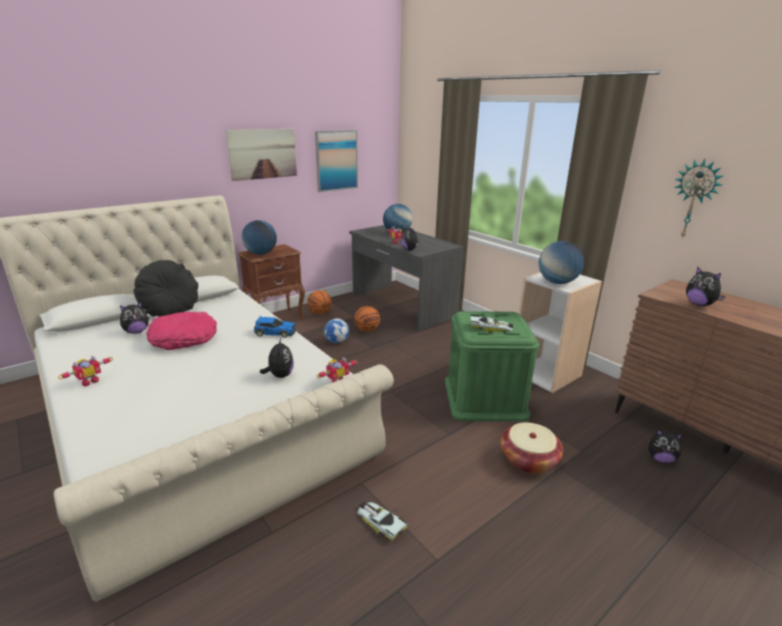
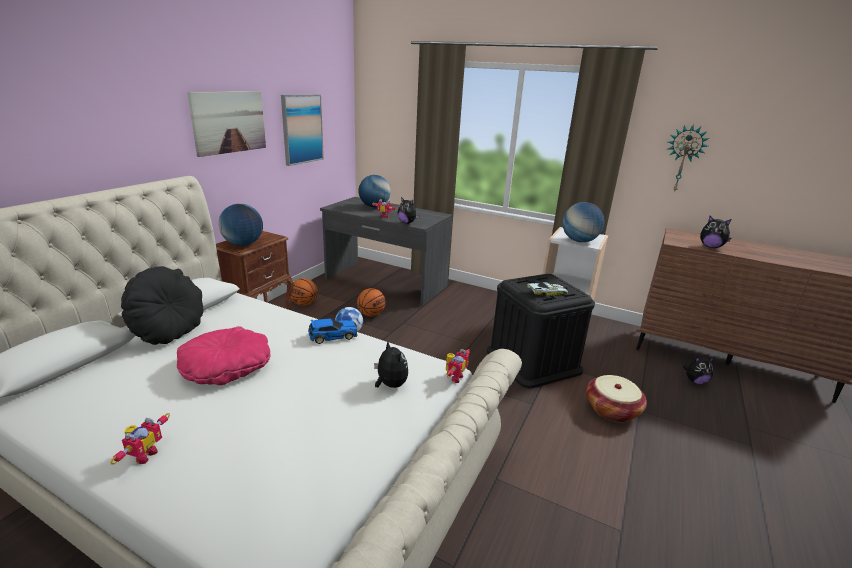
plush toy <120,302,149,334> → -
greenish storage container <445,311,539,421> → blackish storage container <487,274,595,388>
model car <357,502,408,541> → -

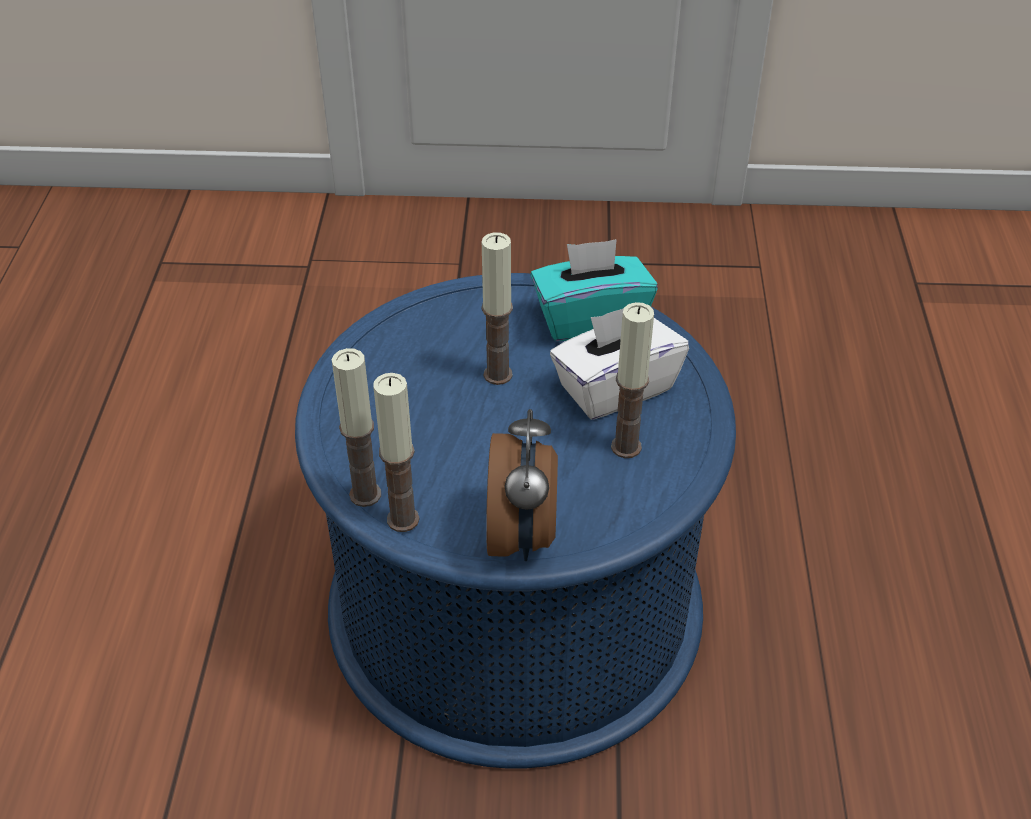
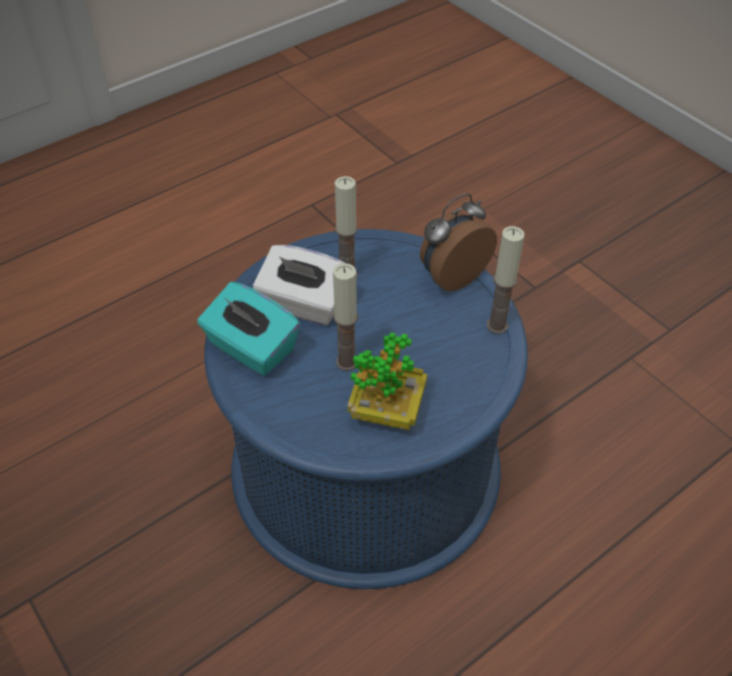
wax light <332,348,381,507> → -
- → houseplant <347,333,427,430>

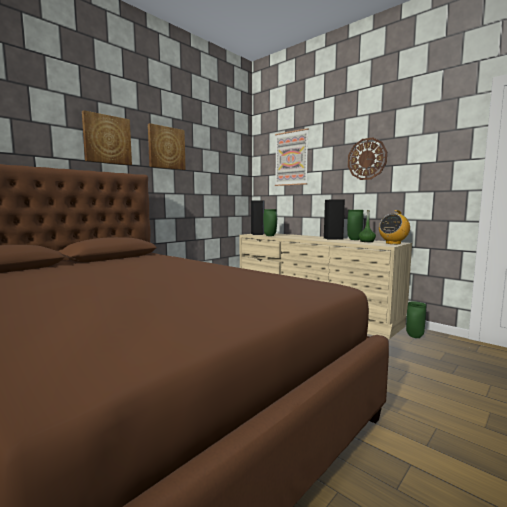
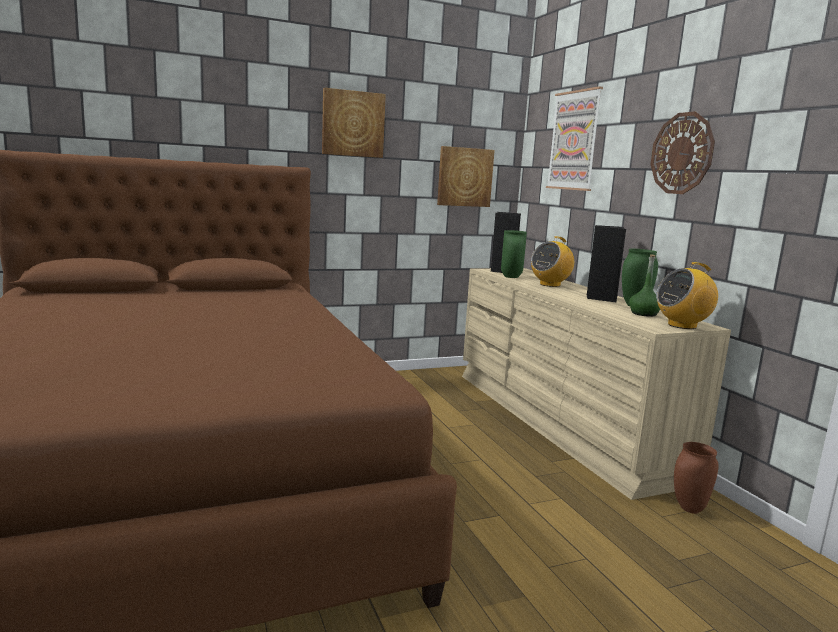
wall picture <82,110,132,165> → wall picture <437,146,495,207>, move
greenish vase <406,302,426,338> → brown vase <674,442,719,514>
- → radio <531,236,574,287>

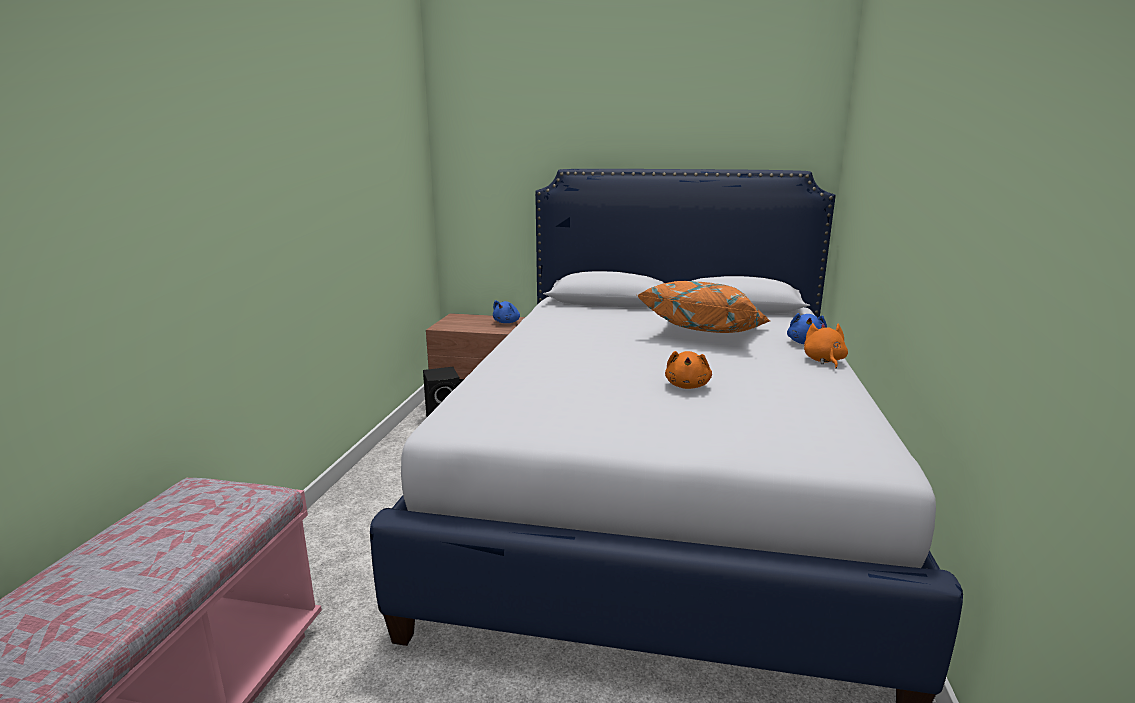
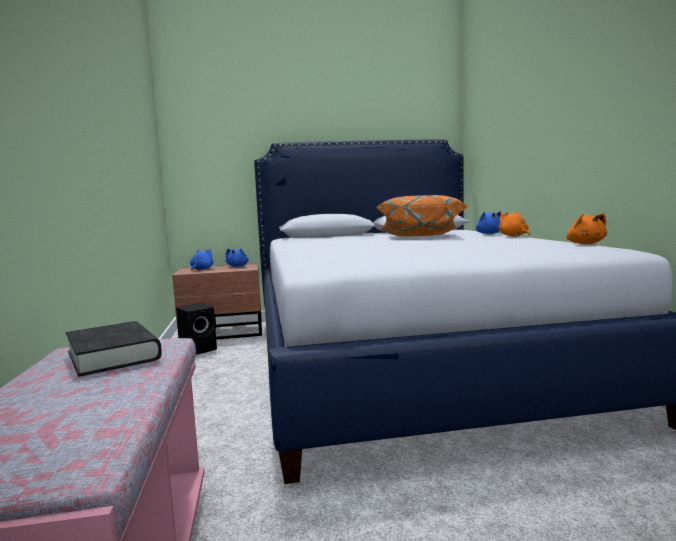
orange plush toy <665,351,712,389> → orange plush toy <567,213,607,244>, move
- → blue-coloured plush toy <190,249,214,271>
- → blackish book <66,321,162,377>

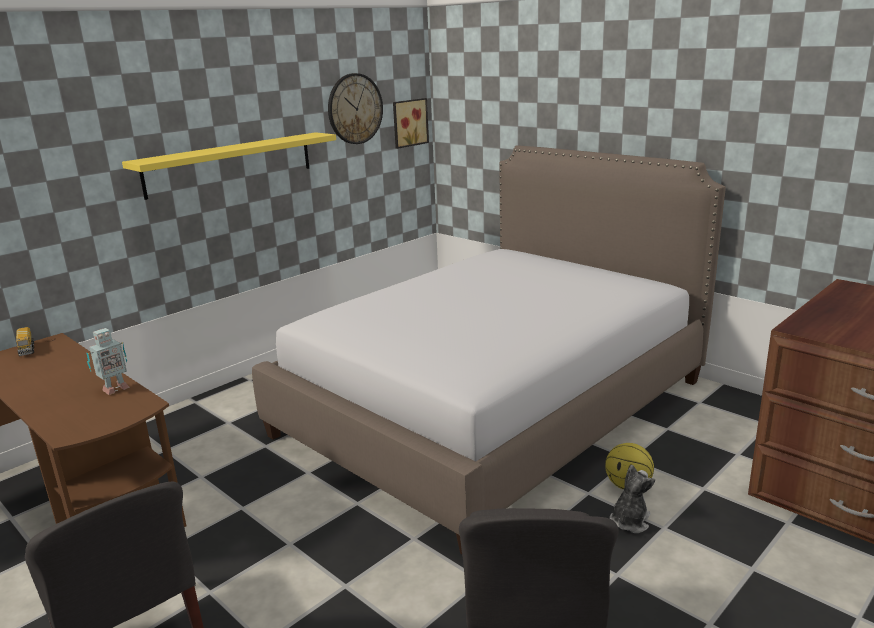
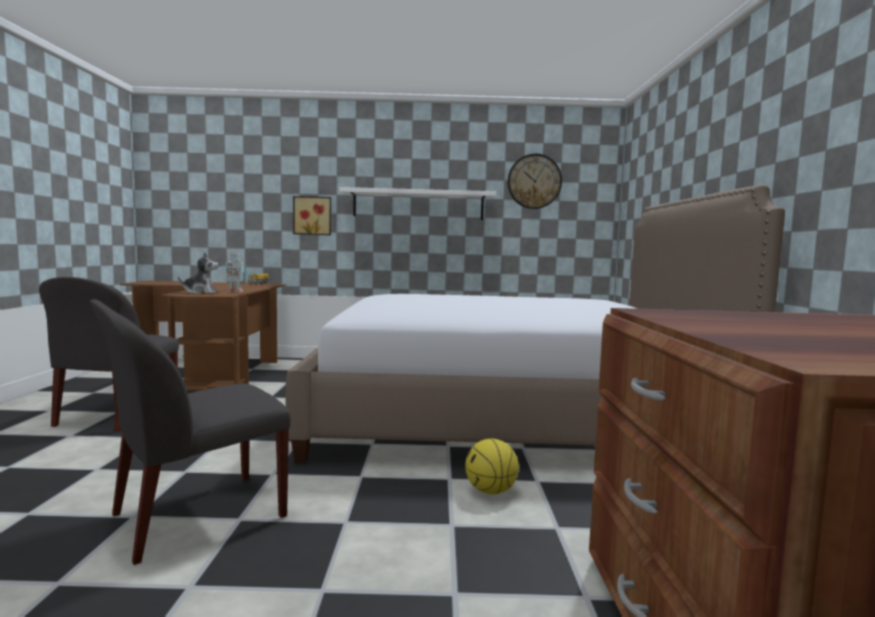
wall picture <393,98,429,149> → wall picture <293,196,331,235>, move
yellow-coloured bracket shelf <122,132,336,200> → white bracket shelf <339,187,496,220>
plush toy <609,465,655,533> → plush toy <178,253,219,294>, move

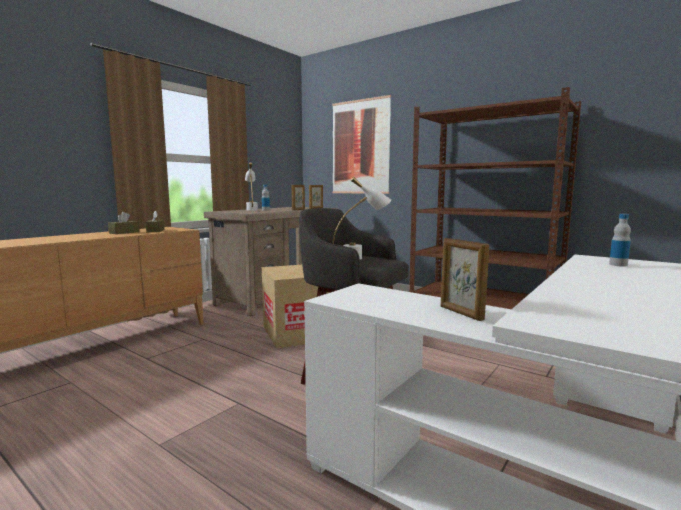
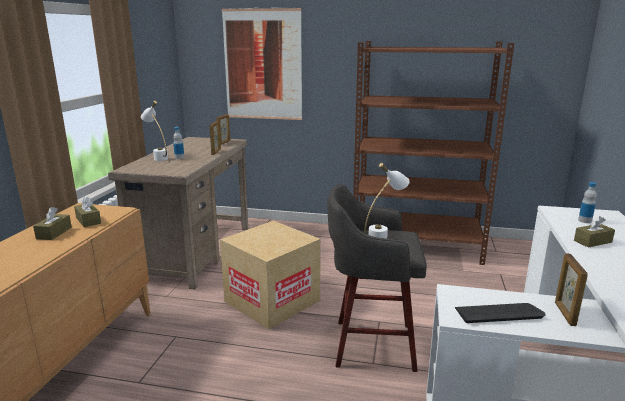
standing frame <441,238,489,321> → standing frame <555,254,588,326>, 60 degrees clockwise
- → brown tissue box <574,216,615,248>
- → computer keyboard <455,303,546,323>

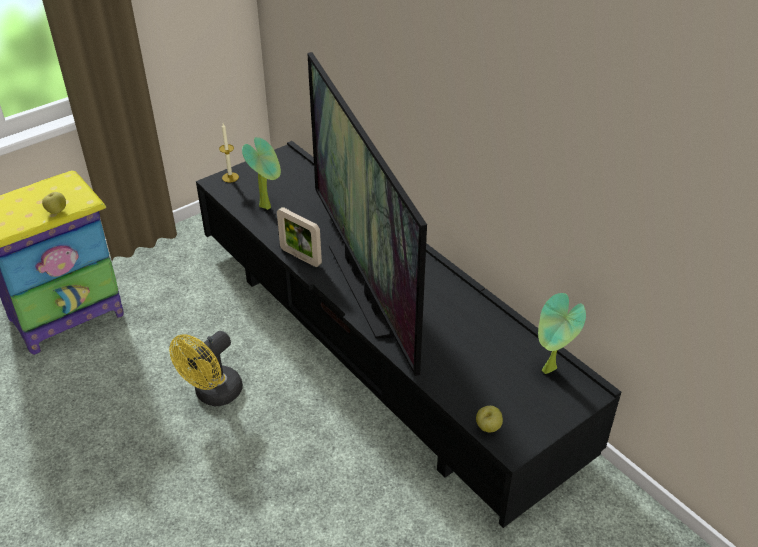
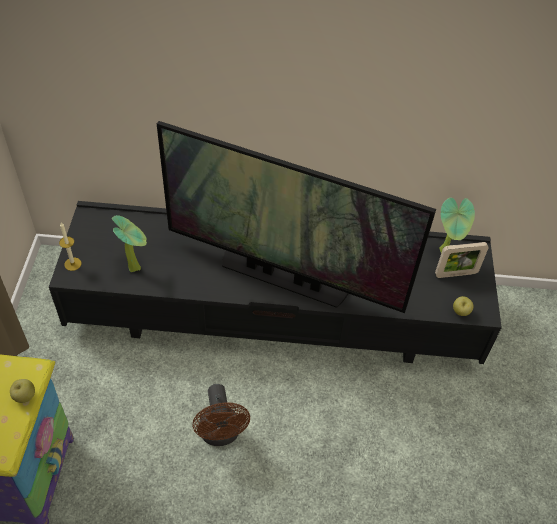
standing frame <277,207,322,267> → standing frame <435,242,489,278>, move
yellow-coloured cooling fan <169,331,243,406> → brown cooling fan <193,384,250,446>

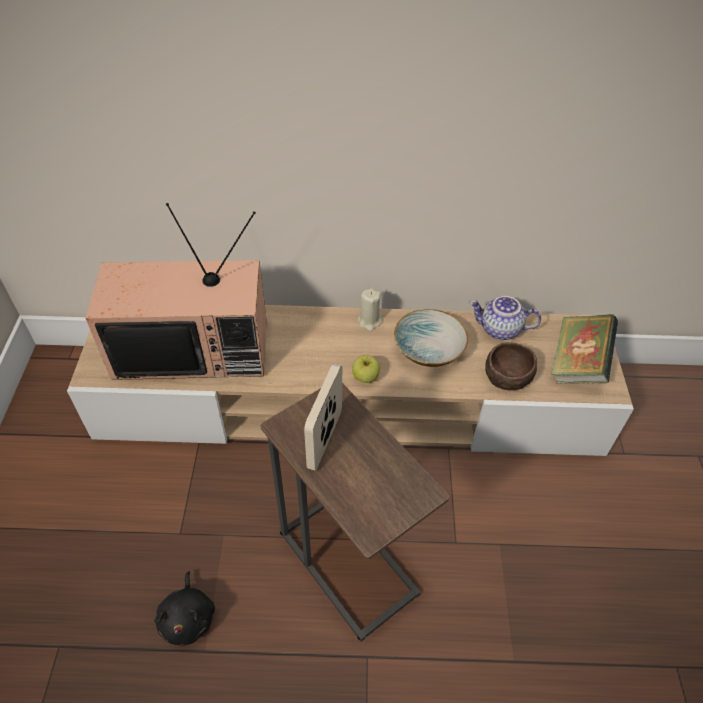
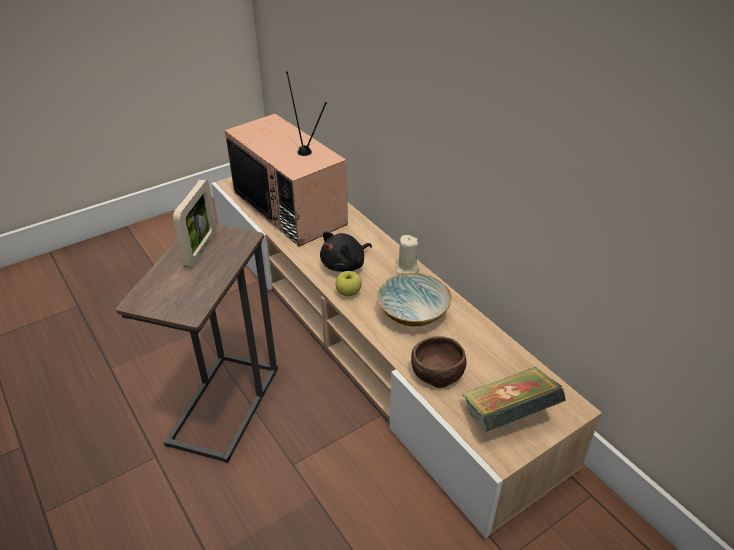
pot for tea <469,296,541,340> → -
standing frame <304,363,342,471> → standing frame <173,180,217,268>, 120 degrees clockwise
blackish plush toy <154,571,215,646> → blackish plush toy <320,231,372,272>, move

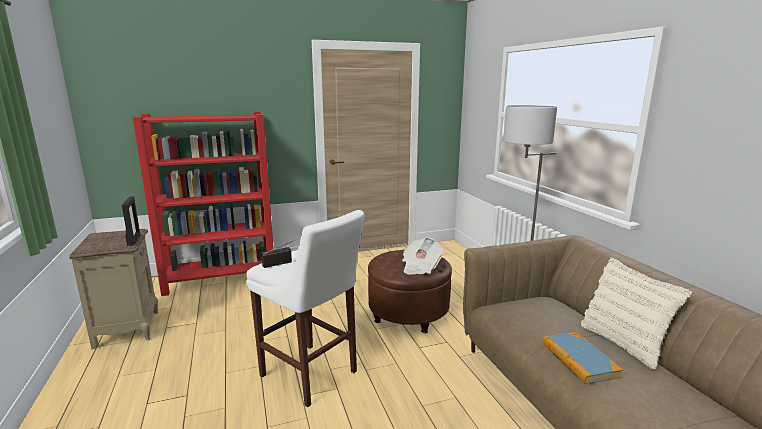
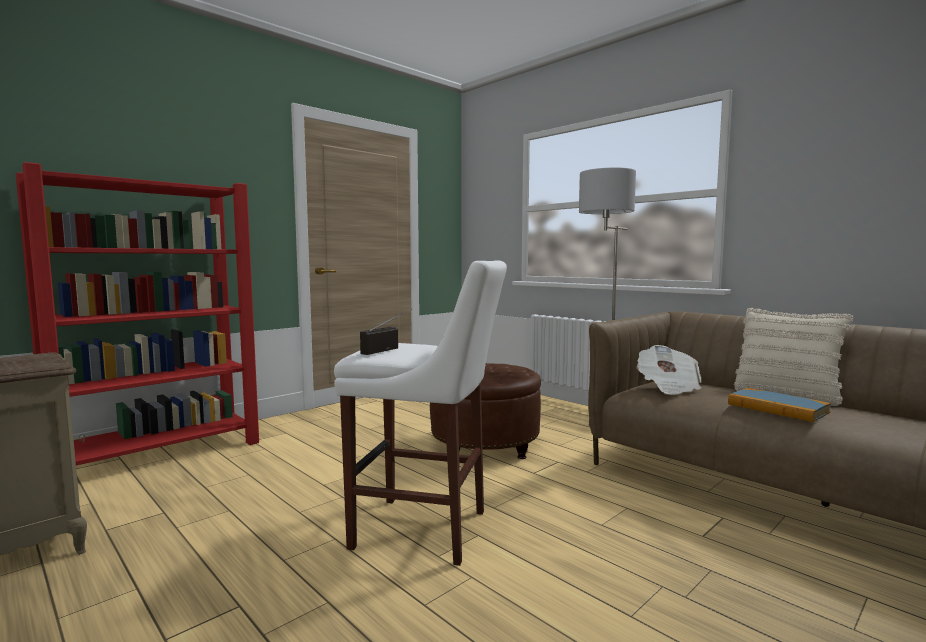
standing frame <122,196,140,246> → -
daily paper <402,237,444,275> → daily paper <636,345,702,395>, move

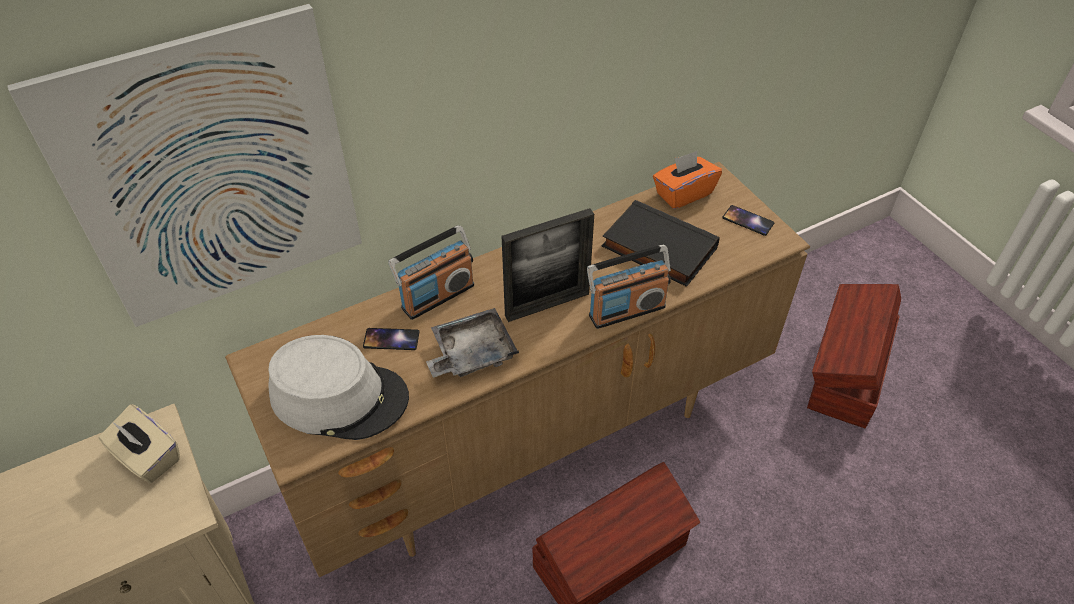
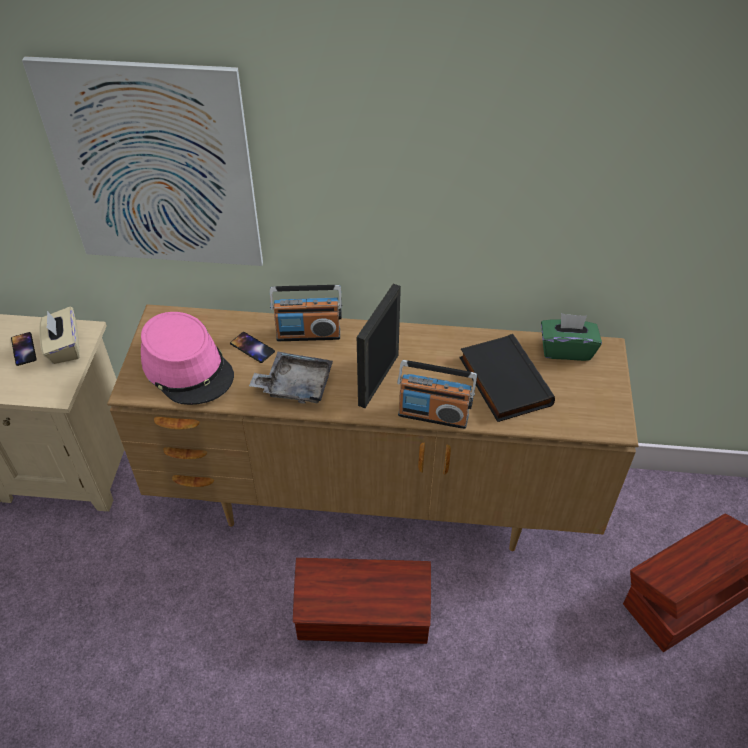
orange tissue box <653,151,722,209> → greenish tissue box <541,313,602,361>
phone <723,205,774,236> → phone <11,332,37,366>, move
standing frame <502,208,594,322> → standing frame <357,284,401,408>, 105 degrees clockwise
grey clothing hat <268,335,409,440> → pink-coloured clothing hat <141,312,234,405>

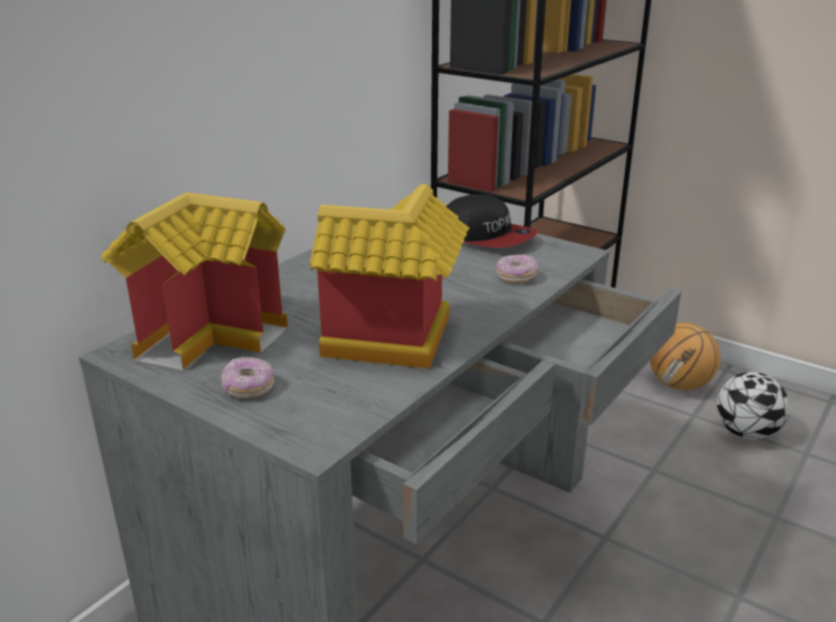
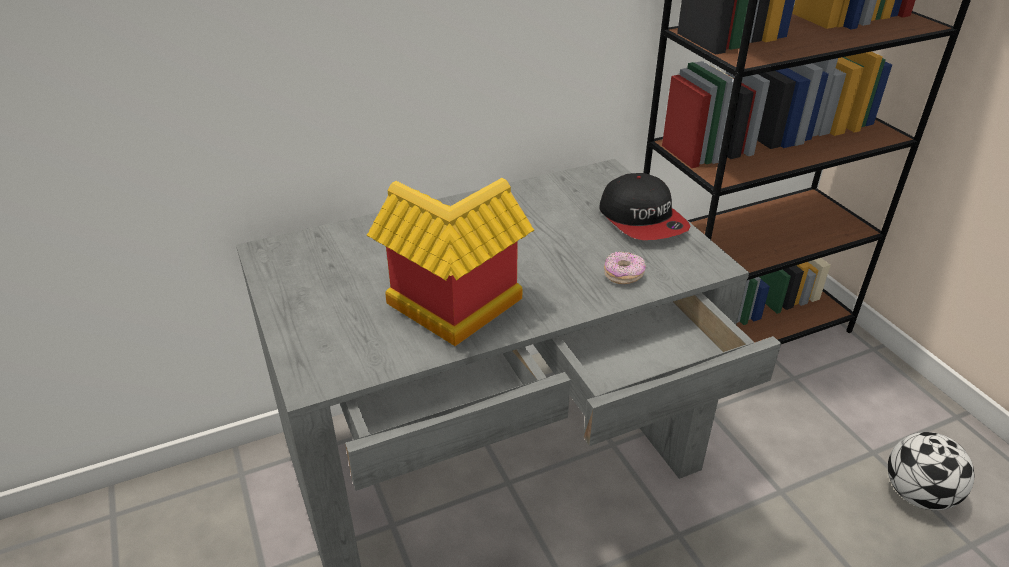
miniature house <102,192,288,370> → -
basketball <650,323,721,390> → -
doughnut <221,357,274,399> → -

